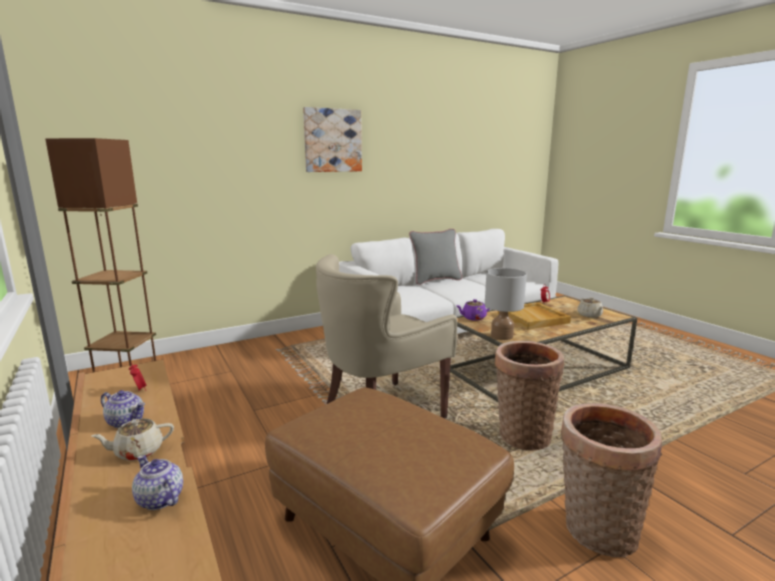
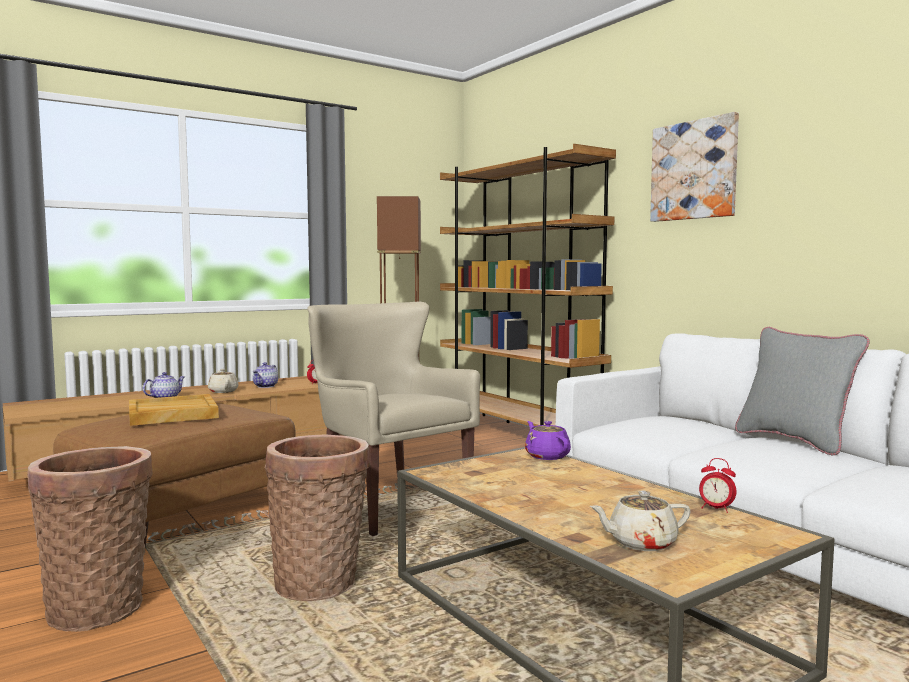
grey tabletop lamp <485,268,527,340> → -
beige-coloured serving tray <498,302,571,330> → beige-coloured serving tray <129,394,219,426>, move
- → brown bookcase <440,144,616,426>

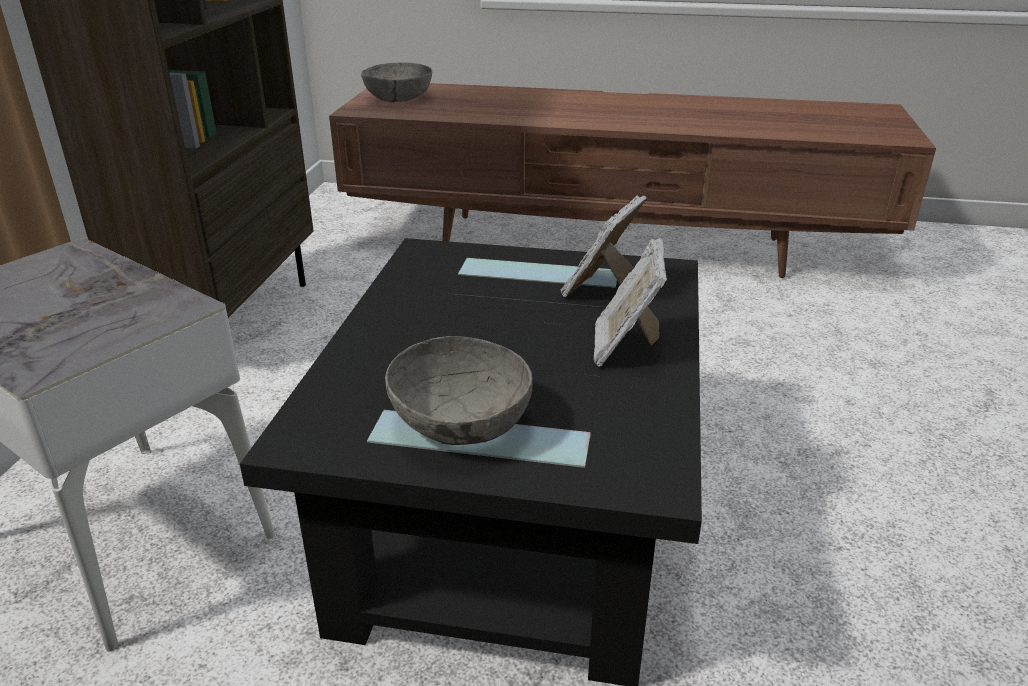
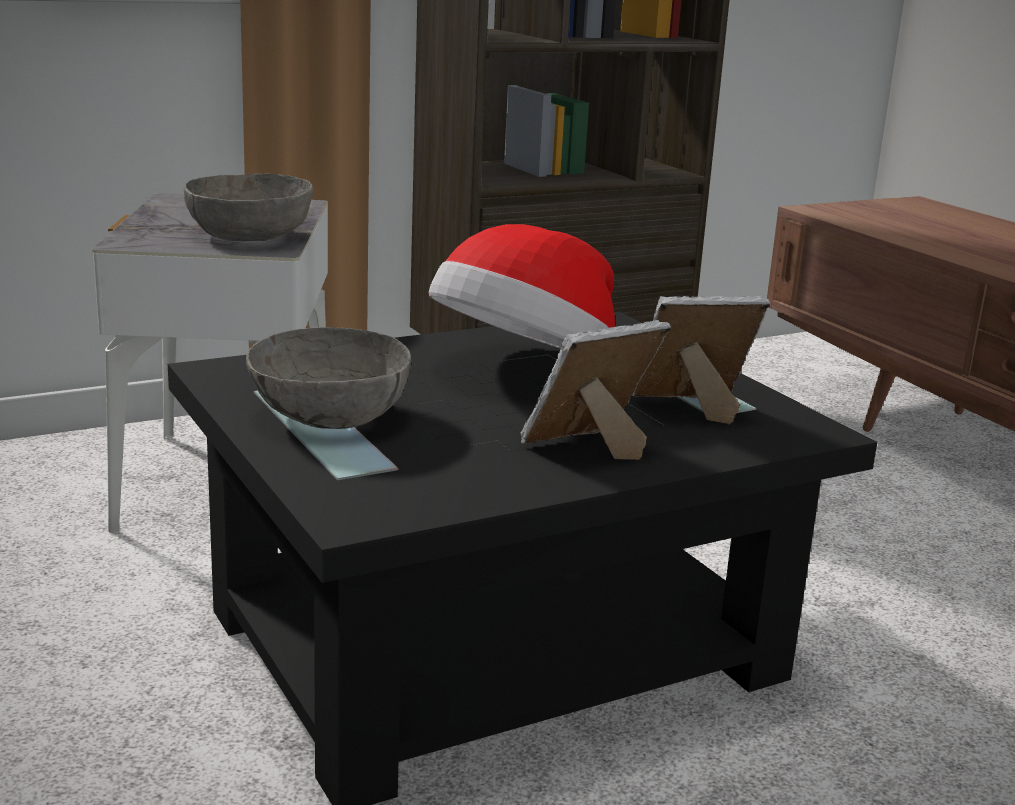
grey serving bowl <361,62,432,102> → grey serving bowl <184,174,313,241>, move
- → clothing hat <428,224,615,348>

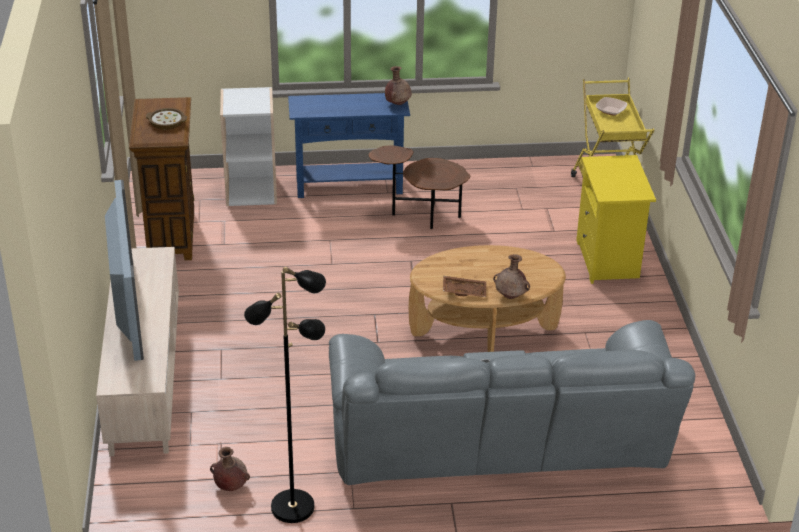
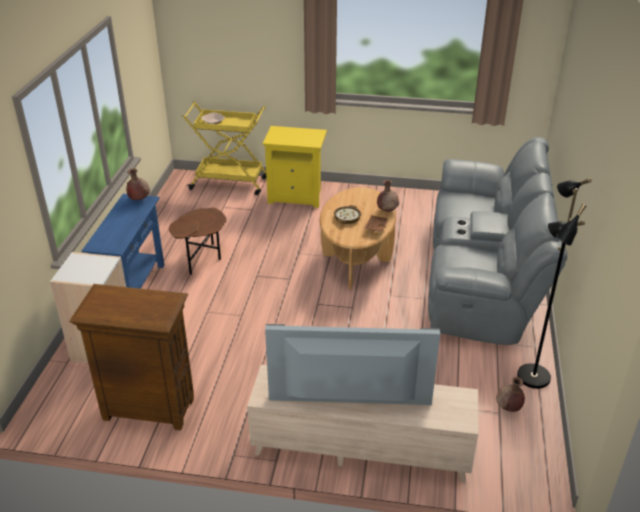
serving bowl <146,108,187,130> → serving bowl <334,205,361,224>, move

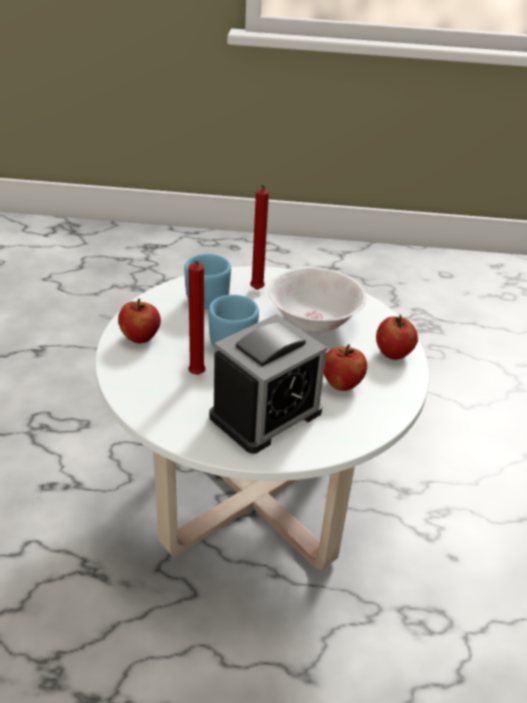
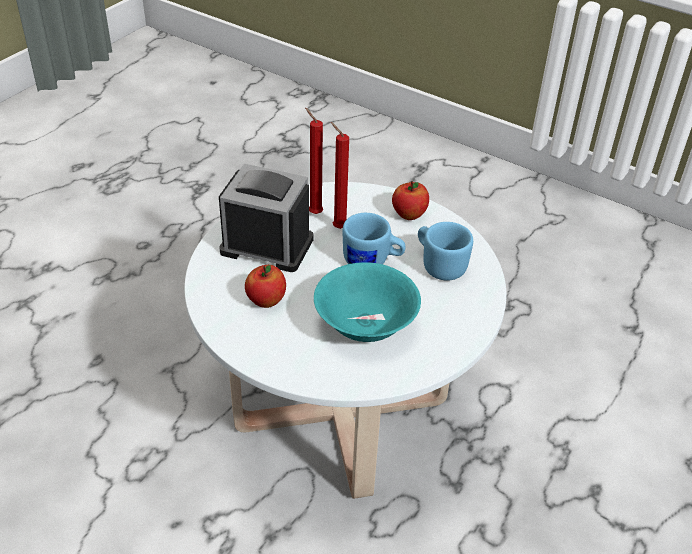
red-coloured wax light <250,185,269,290> → red-coloured wax light <305,108,323,214>, move
white serving bowl <268,267,366,333> → turquoise serving bowl <314,262,421,342>
bedside clock <209,314,327,454> → bedside clock <219,164,314,272>, 120 degrees clockwise
apple <376,315,418,360> → -

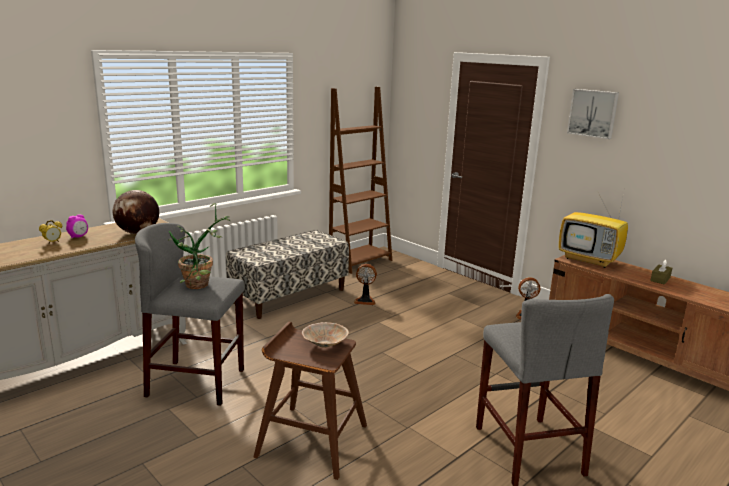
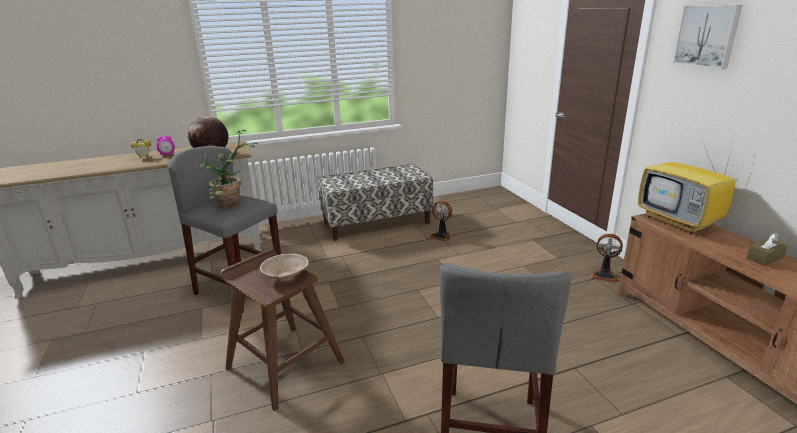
brown bookcase <329,87,392,274> → -

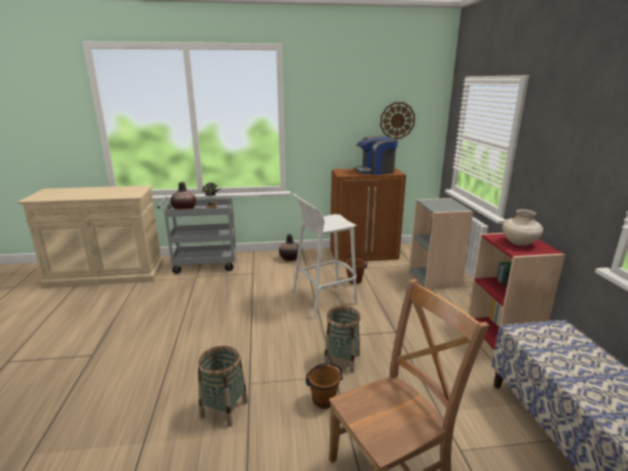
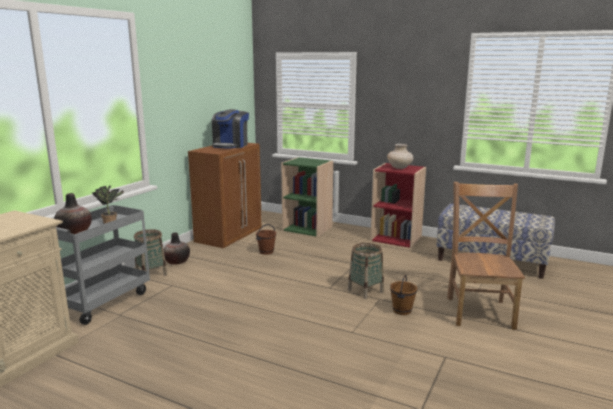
clock on the wall <380,102,415,139> → -
white stool seat <293,194,358,318> → -
grey bookcase <409,198,473,289> → greenish bookcase <281,157,333,237>
household basket <198,346,248,427> → household basket <134,229,167,276>, move

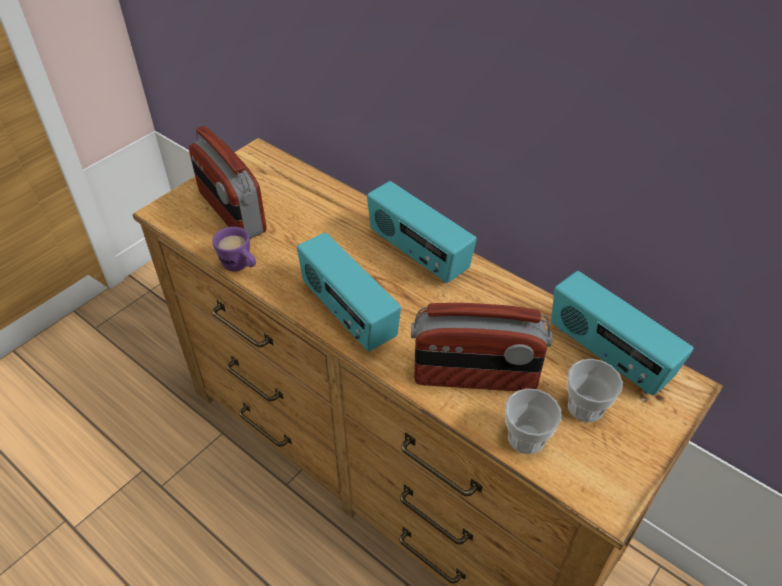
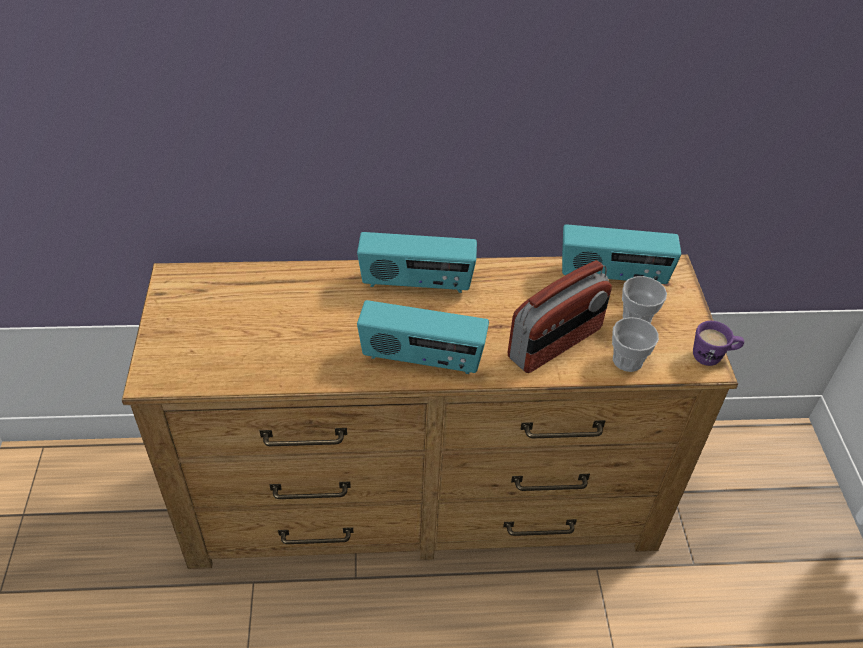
radio <189,126,267,239> → -
purplish tea mug <213,227,256,271> → purplish tea mug <693,321,744,366>, move

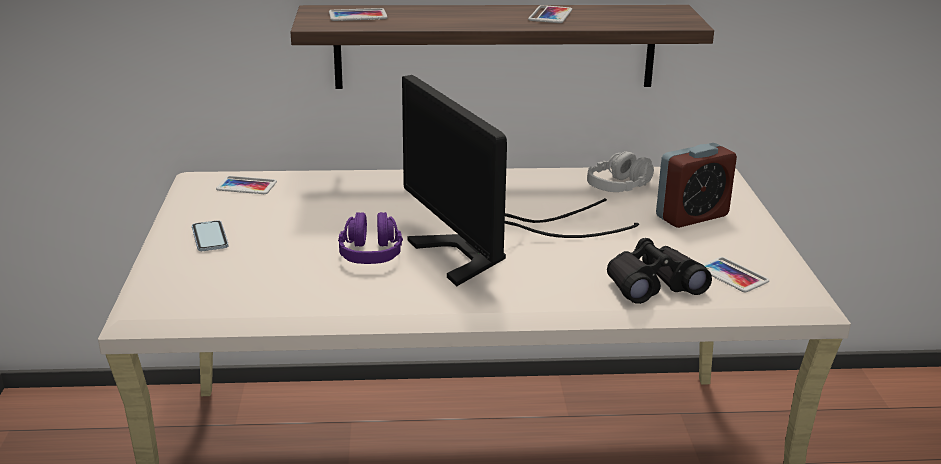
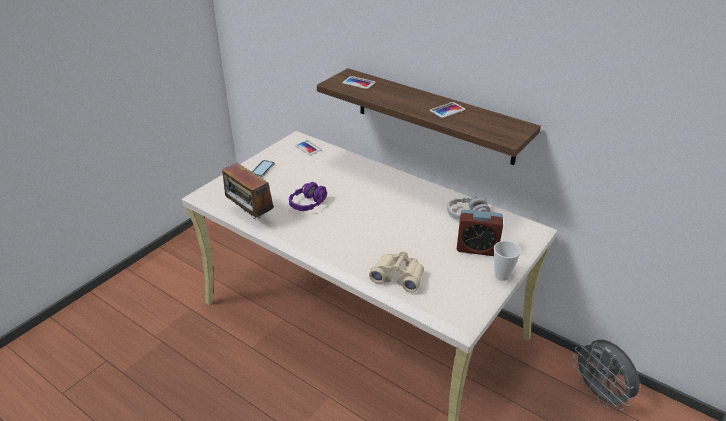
monitor <402,75,639,286> → -
blackish binoculars <607,238,712,304> → beige-coloured binoculars <369,251,424,293>
phone <703,257,769,292> → -
- → radio <222,161,274,219>
- → drinking cup <494,241,521,281>
- → grey cooling fan <573,340,640,410>

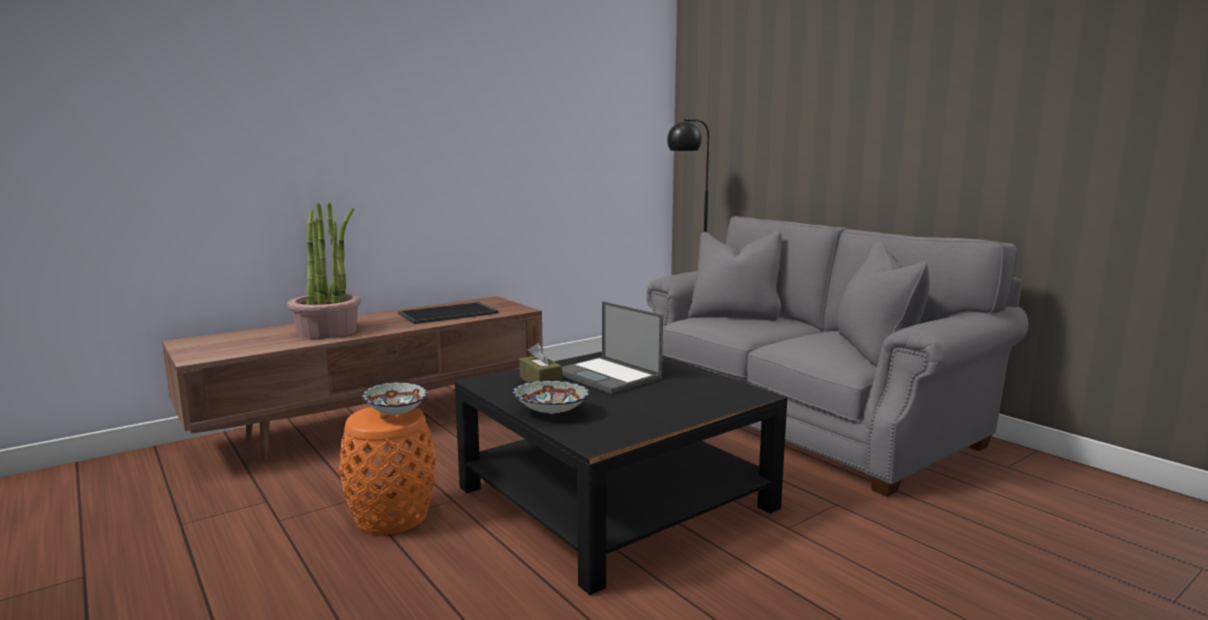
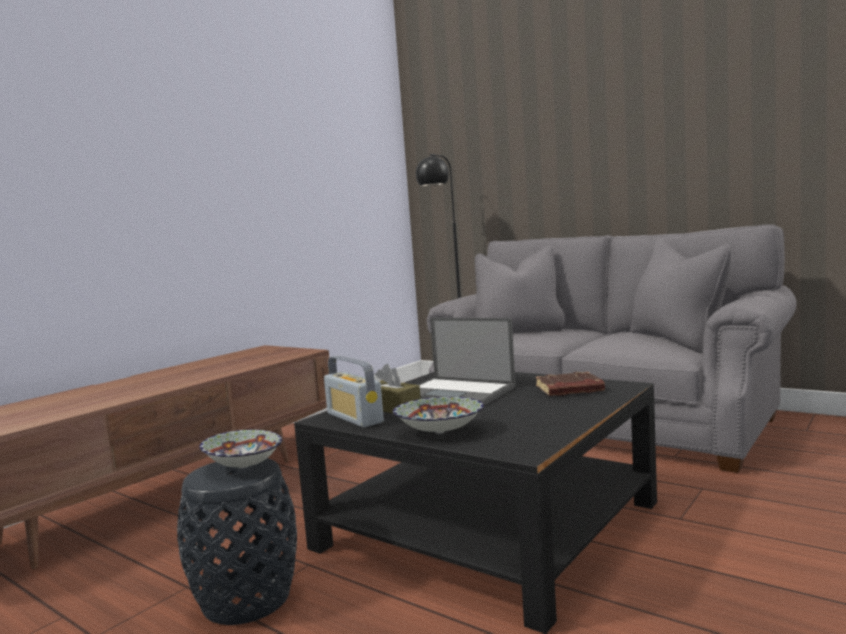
houseplant <287,203,361,339> → -
serving tray <398,302,499,324> → -
orange stool seat <339,407,436,535> → blackish stool seat <177,458,297,625>
- → radio <324,356,384,428>
- → brown book <536,372,605,396>

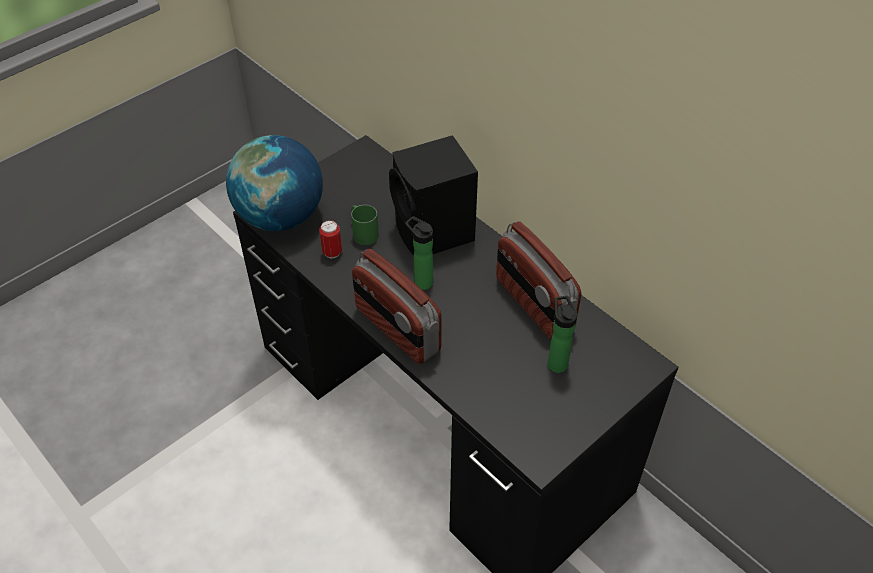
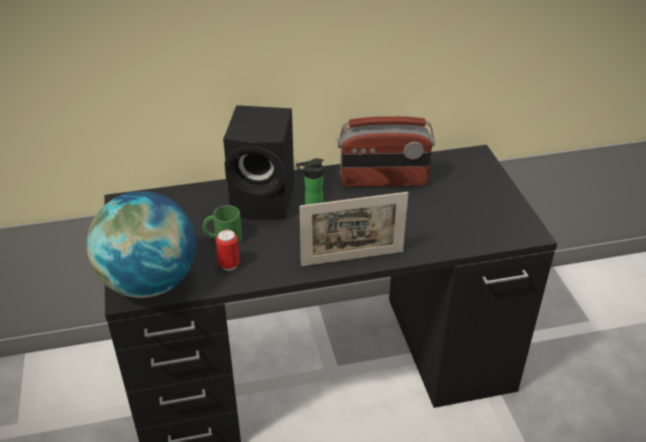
radio <352,249,442,364> → standing frame <300,192,408,266>
drink bottle <548,296,577,373> → -

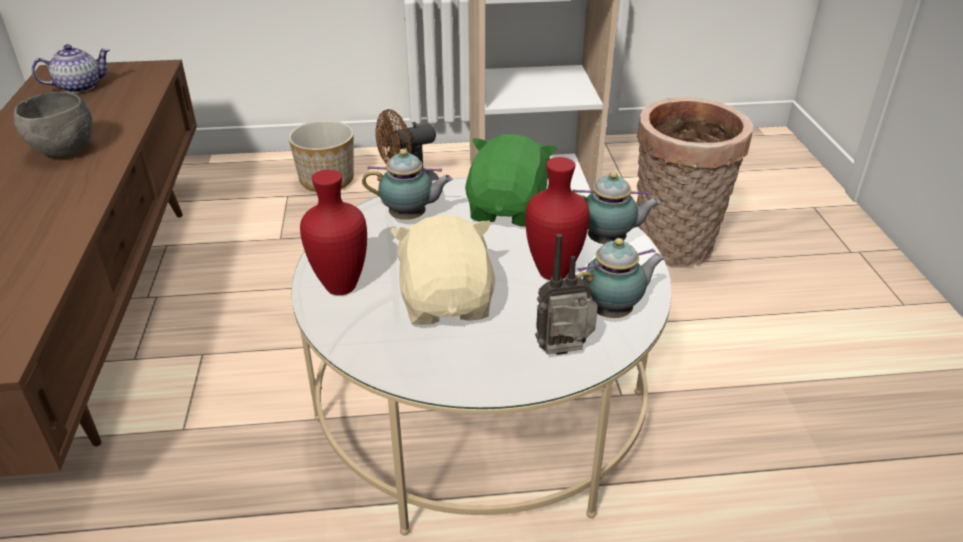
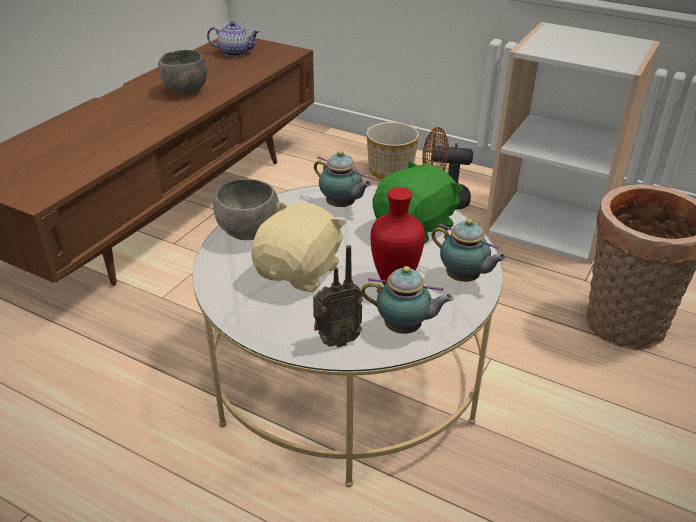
red-coloured vase <300,170,367,295> → grey serving bowl <213,179,279,240>
radio <535,234,598,355> → radio <313,245,363,348>, 135 degrees clockwise

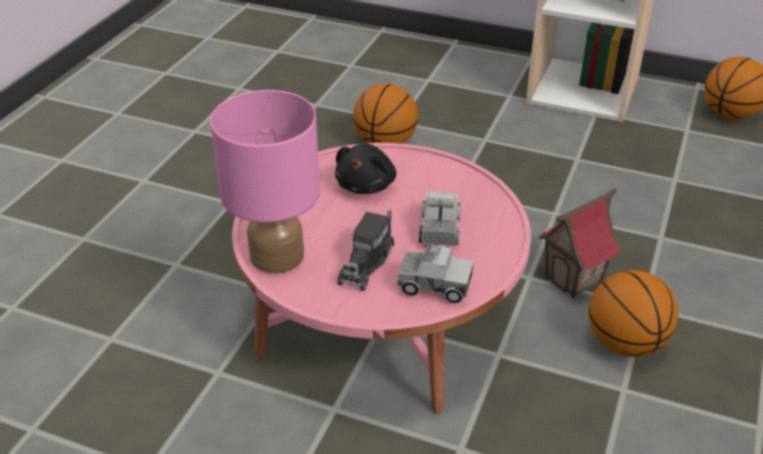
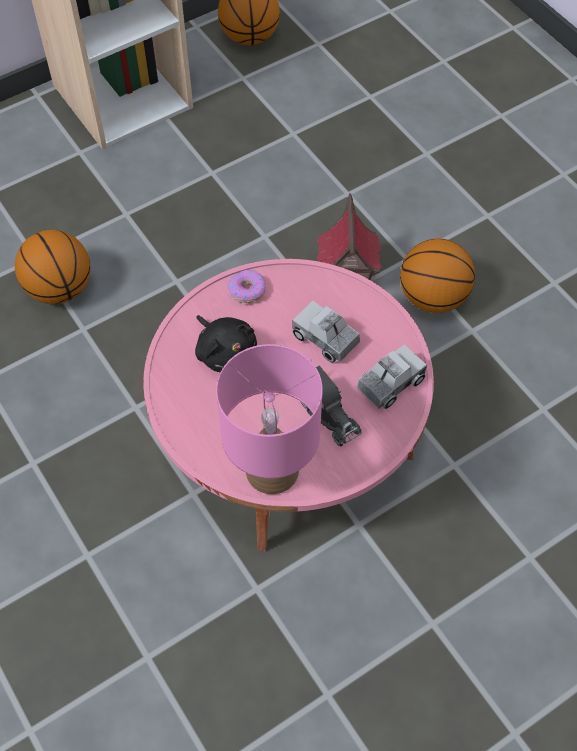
- → doughnut <228,270,266,303>

